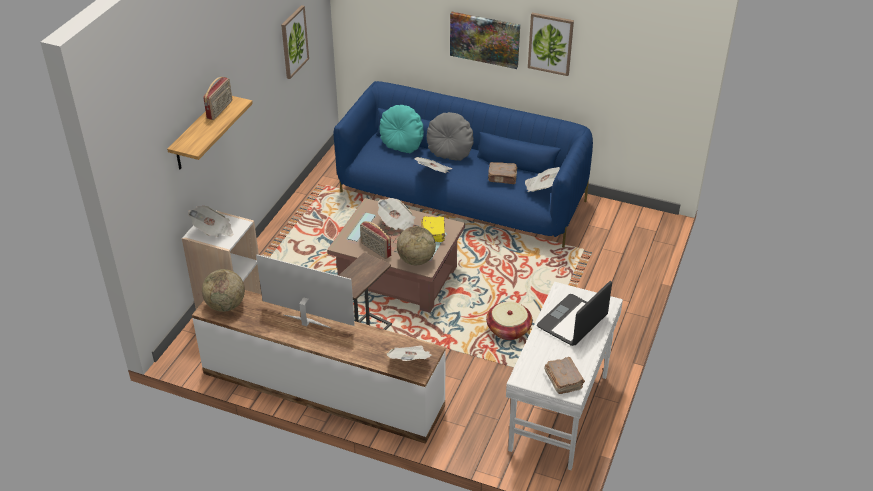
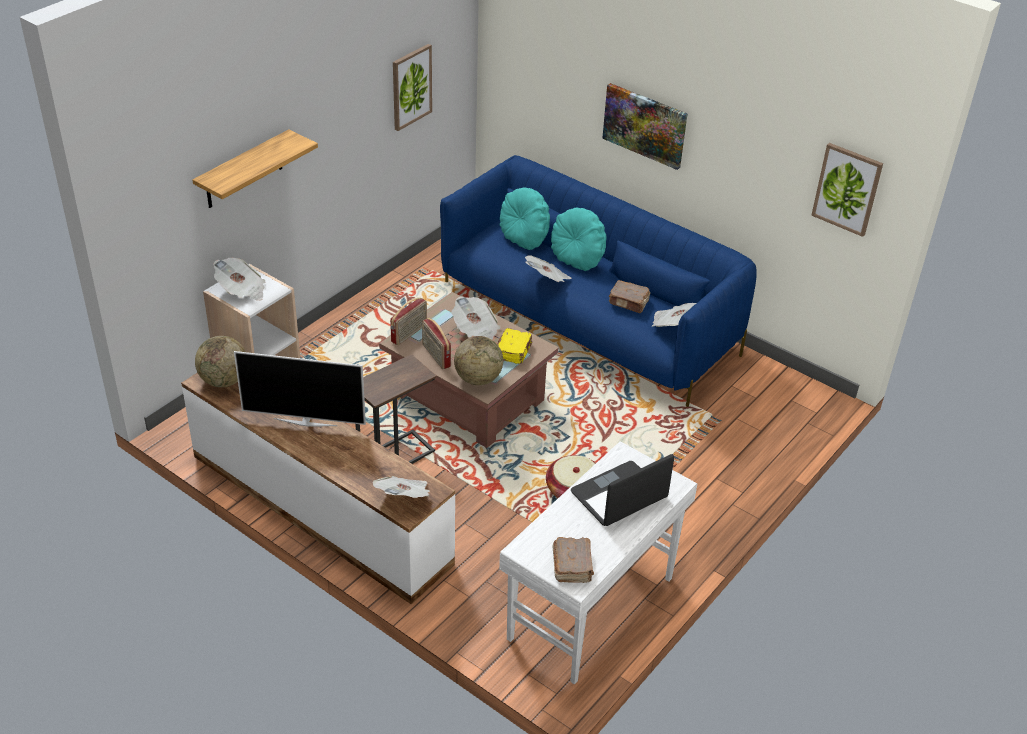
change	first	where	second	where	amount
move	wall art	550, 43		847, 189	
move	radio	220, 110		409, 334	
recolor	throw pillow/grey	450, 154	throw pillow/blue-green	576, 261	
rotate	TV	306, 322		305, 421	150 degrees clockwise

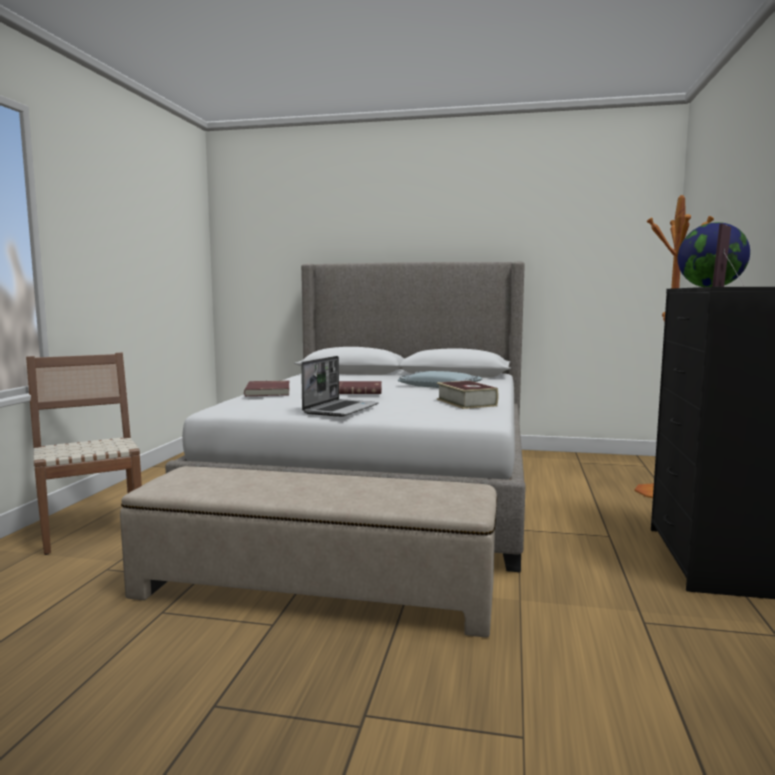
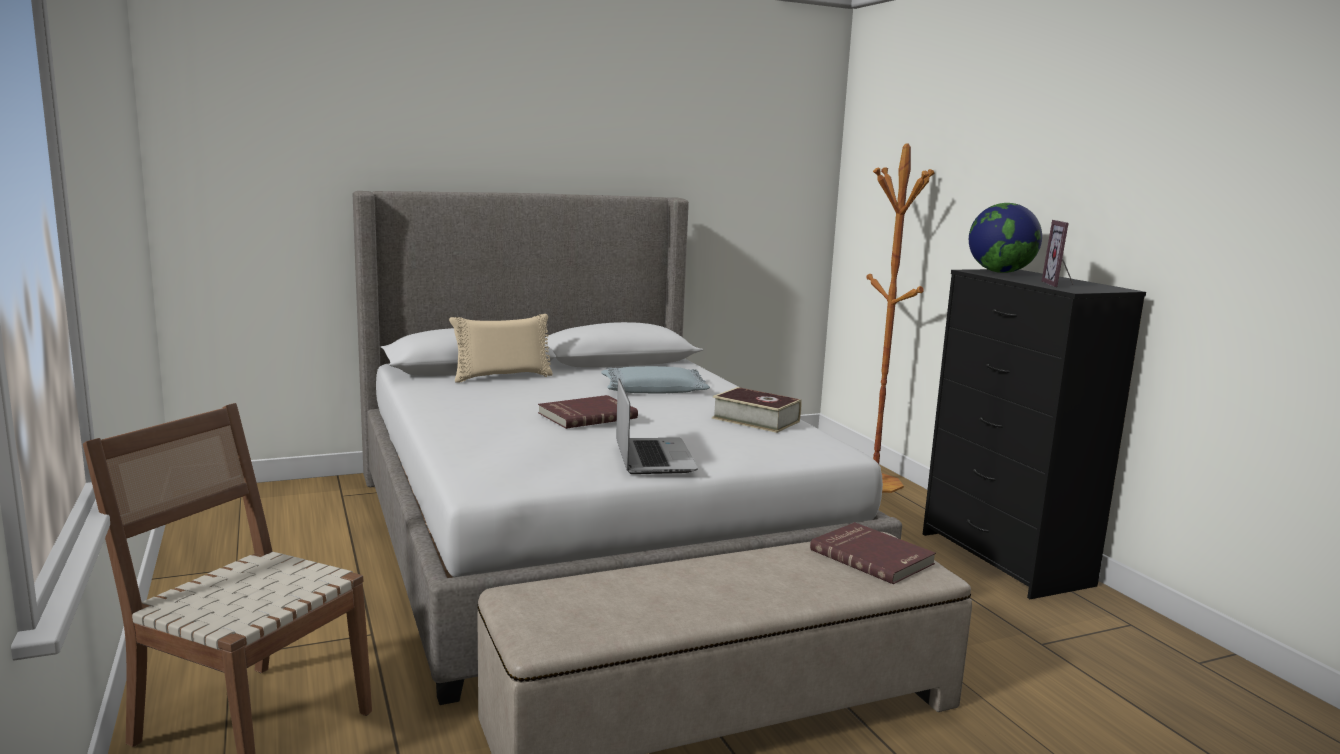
change	first	where	second	where	amount
move	book/red-coloured	269, 391		873, 556	
insert			throw pillow/beige	502, 377	

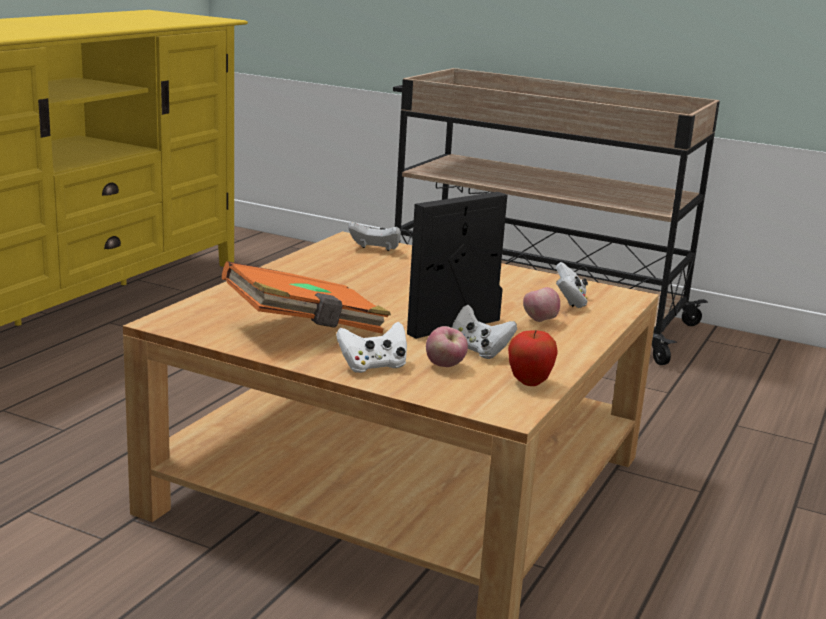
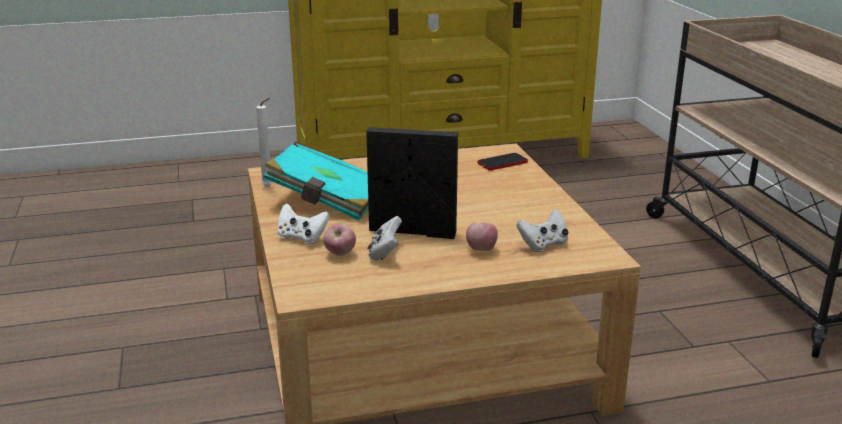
change	first	where	second	where	amount
replace	joypad/white-coloured	375, 249	phone	502, 163	
recolor	book/orange-coloured	306, 328	book/blue-green	326, 201	
delete	apple	529, 383			
insert			wax candle/white-coloured	269, 187	

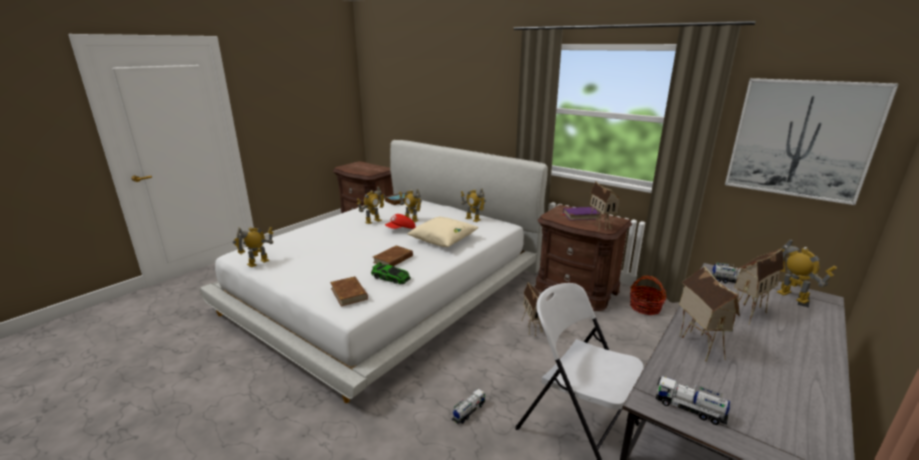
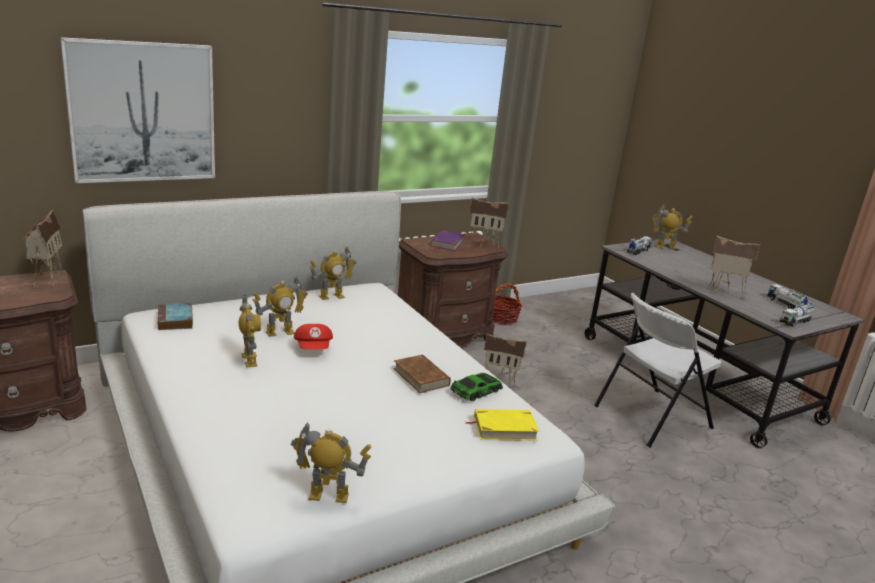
change	first	where	second	where	amount
move	wall art	801, 139		143, 112	
delete	throw pillow/beige	443, 240			
rotate	model robot	258, 263		328, 496	120 degrees clockwise
move	miniature house	746, 312		46, 278	
recolor	book/brown	349, 293	book/yellowish	504, 428	
move	toy truck	468, 412		785, 304	

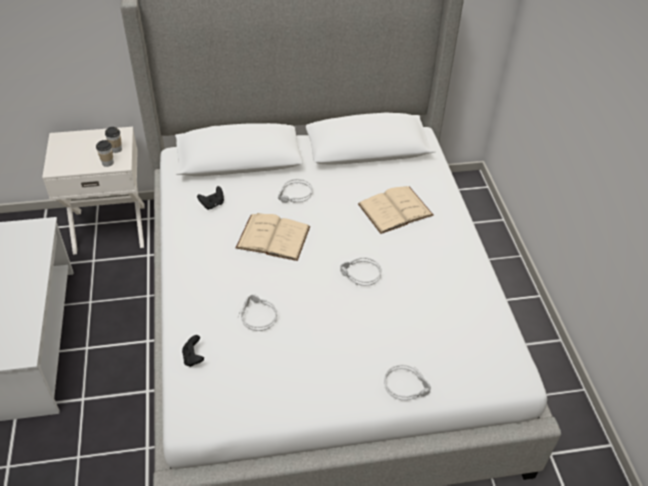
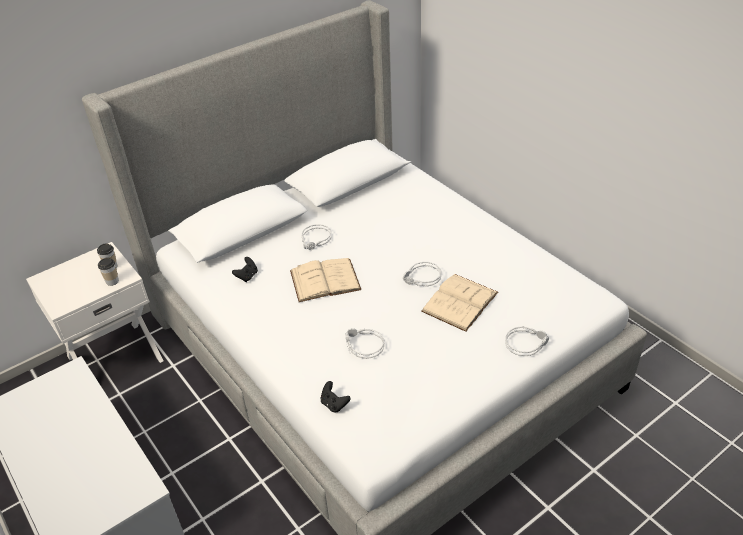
change	first	where	second	where	amount
move	book/beige	395, 209		460, 302	

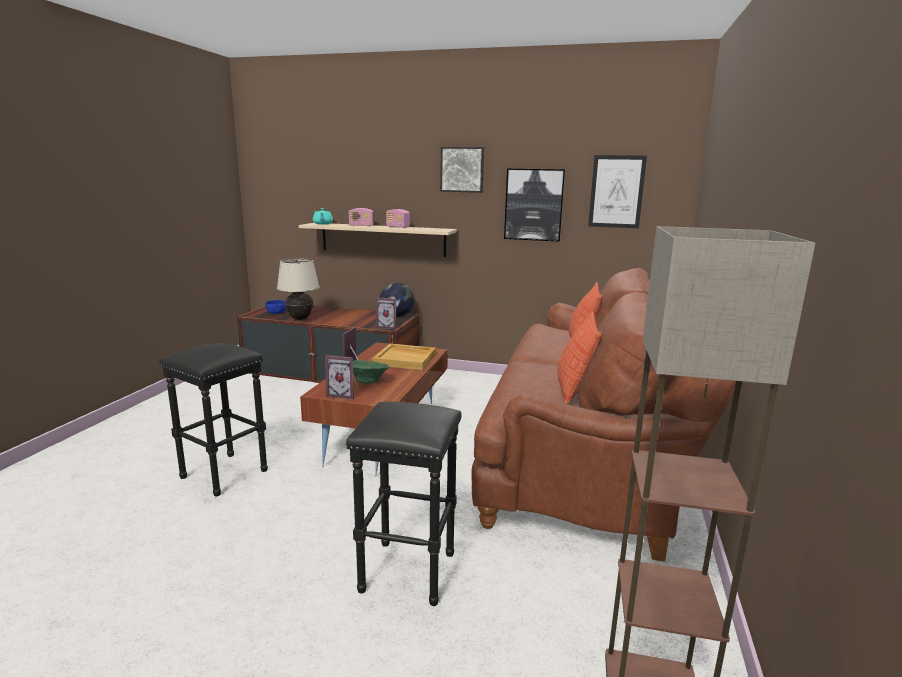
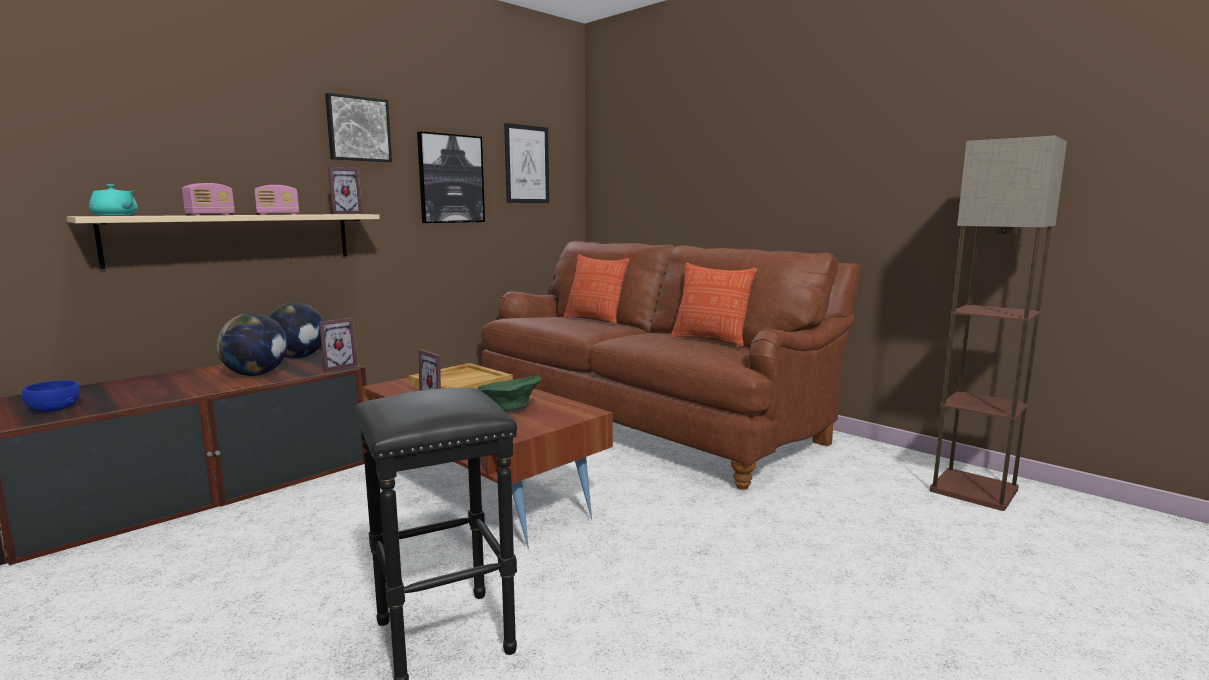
change	first	where	second	where	amount
delete	lamp for a table/beige	300, 318			
move	photo frame	343, 395		343, 214	
delete	stool/black-coloured	405, 572			
insert			world globe	256, 374	

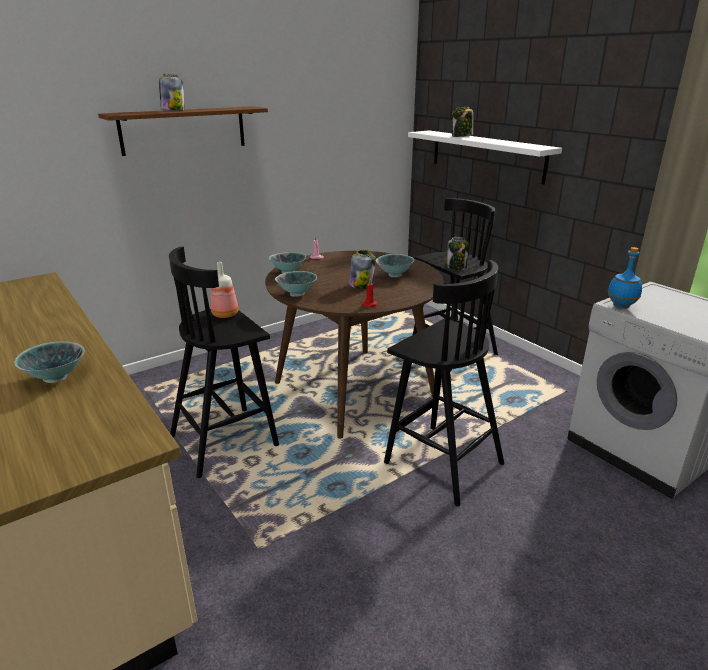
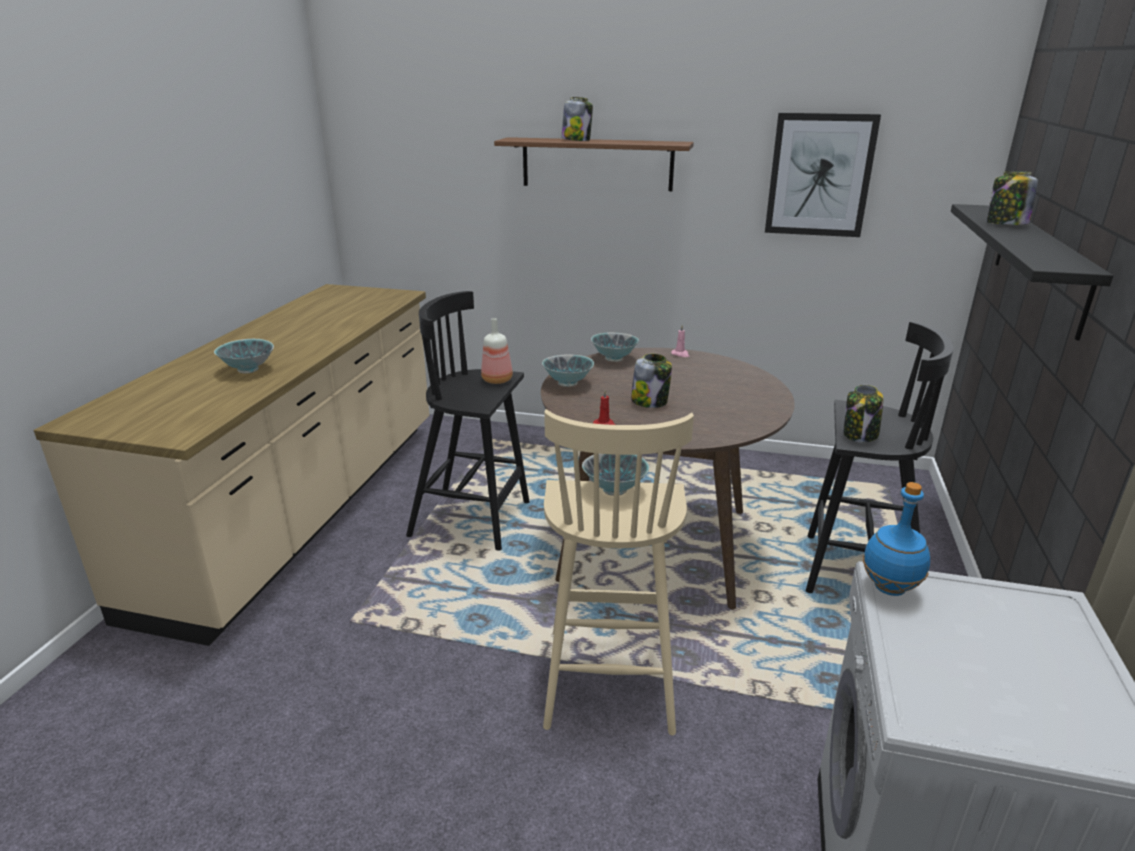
change	first	where	second	where	amount
recolor	bracket shelf/white-coloured	486, 155	bracket shelf/black-coloured	1040, 265	
move	deep dish	394, 275		615, 490	
recolor	stool/black-coloured	440, 461	stool/beige	609, 674	
insert			wall art	819, 175	

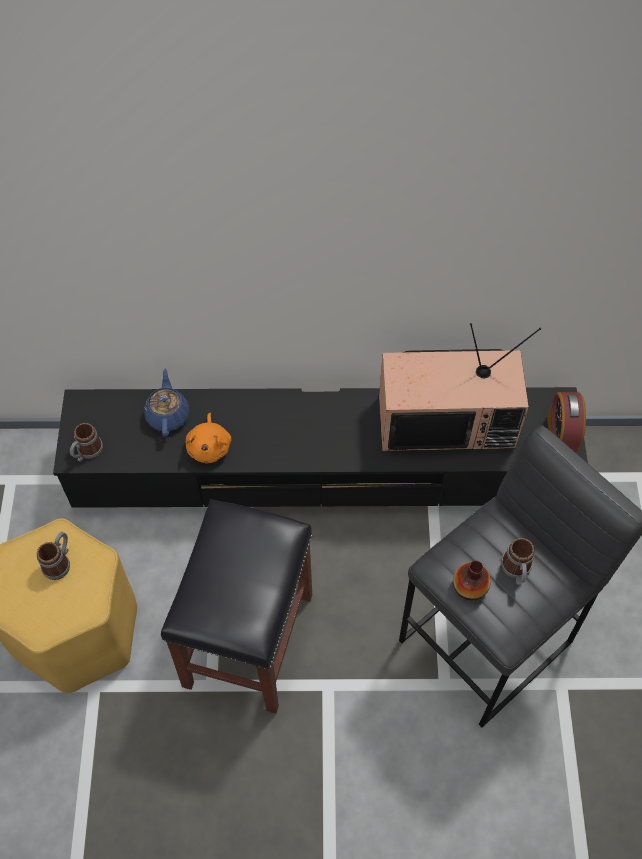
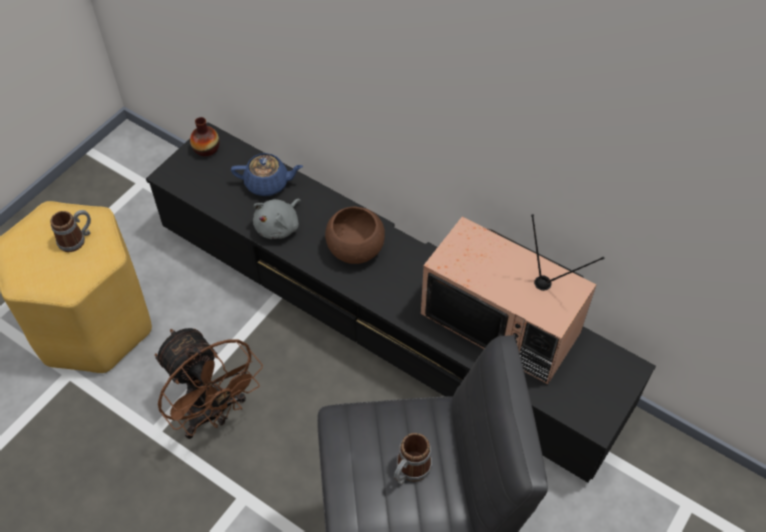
change	first	where	second	where	amount
rotate	teapot/blue-coloured	168, 415		268, 184	60 degrees clockwise
delete	bedside clock	560, 437			
recolor	plush toy/orange-coloured	209, 446	plush toy/grey	279, 227	
delete	mug	87, 452			
replace	stool/black-coloured	248, 638	fan/brown	213, 414	
move	flower vase	469, 587		206, 149	
insert			deep dish/brown	355, 249	

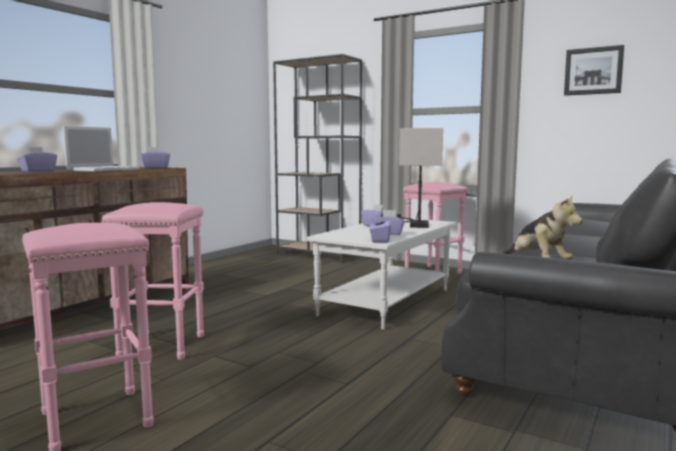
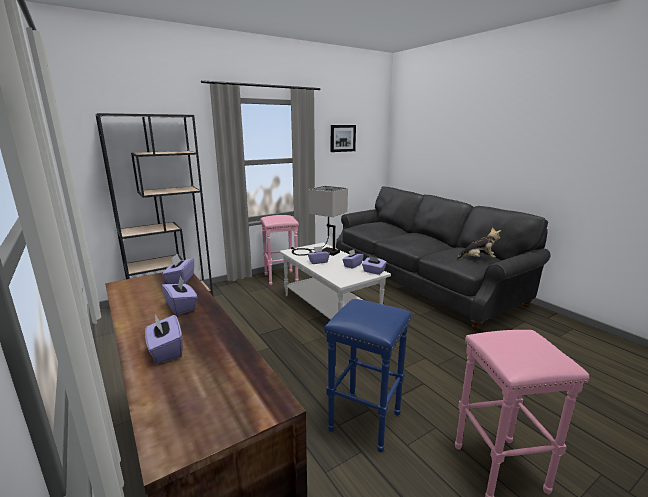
change	first	where	second	where	amount
replace	laptop	104, 169	tissue holder/purple	181, 307	
recolor	stool/pink	160, 346	stool/blue-coloured	365, 422	

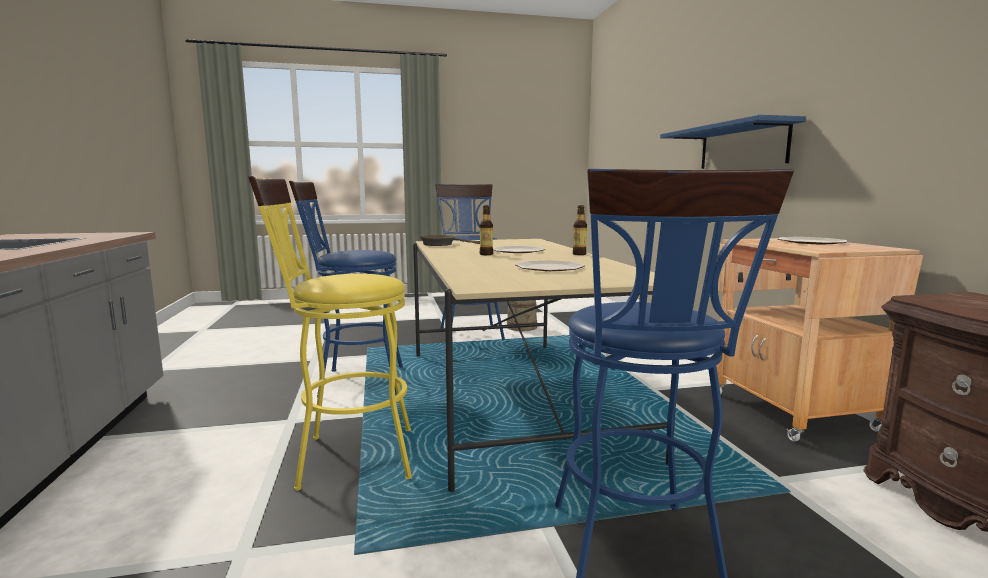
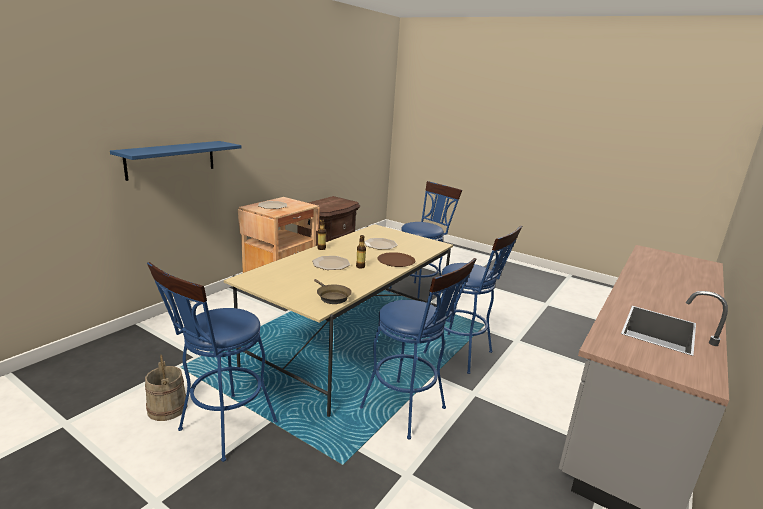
change	first	where	second	where	amount
recolor	stool/yellowish	346, 458	stool/blue-coloured	463, 354	
insert			flat dish/brown	396, 260	

